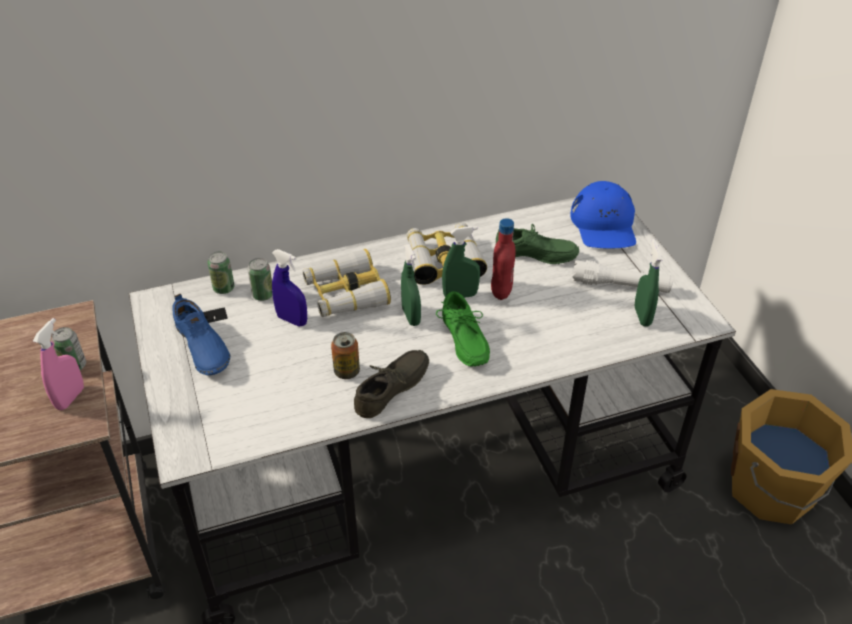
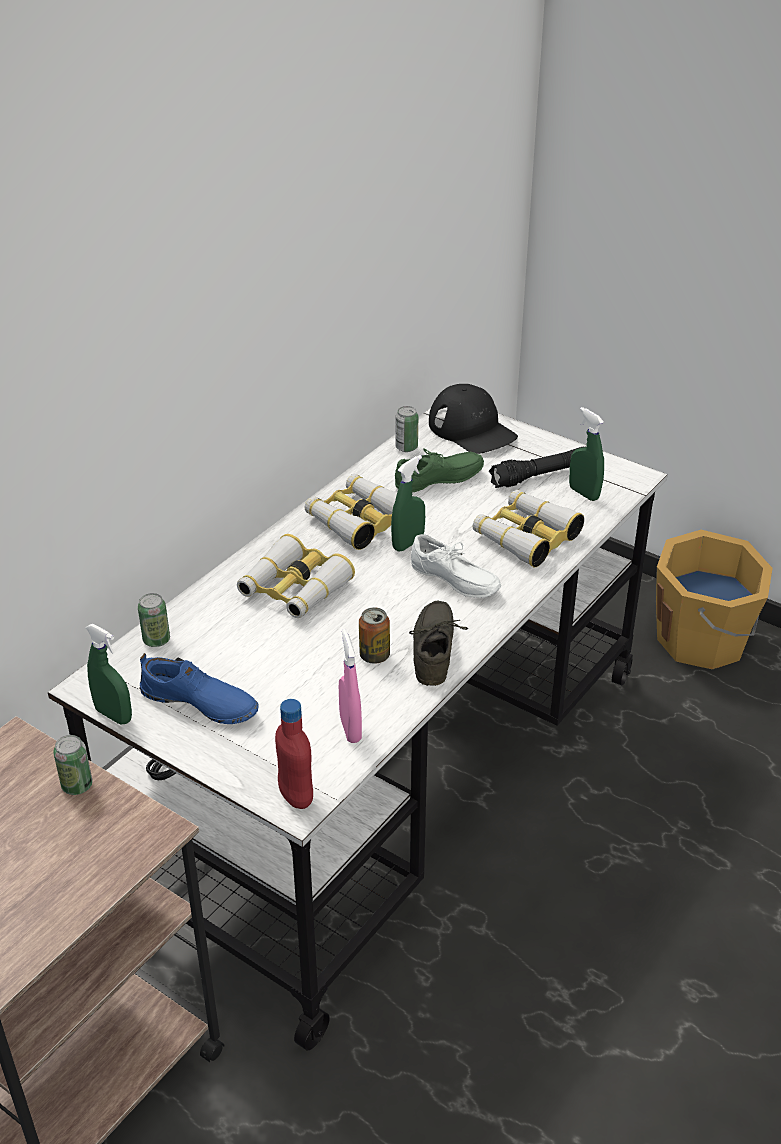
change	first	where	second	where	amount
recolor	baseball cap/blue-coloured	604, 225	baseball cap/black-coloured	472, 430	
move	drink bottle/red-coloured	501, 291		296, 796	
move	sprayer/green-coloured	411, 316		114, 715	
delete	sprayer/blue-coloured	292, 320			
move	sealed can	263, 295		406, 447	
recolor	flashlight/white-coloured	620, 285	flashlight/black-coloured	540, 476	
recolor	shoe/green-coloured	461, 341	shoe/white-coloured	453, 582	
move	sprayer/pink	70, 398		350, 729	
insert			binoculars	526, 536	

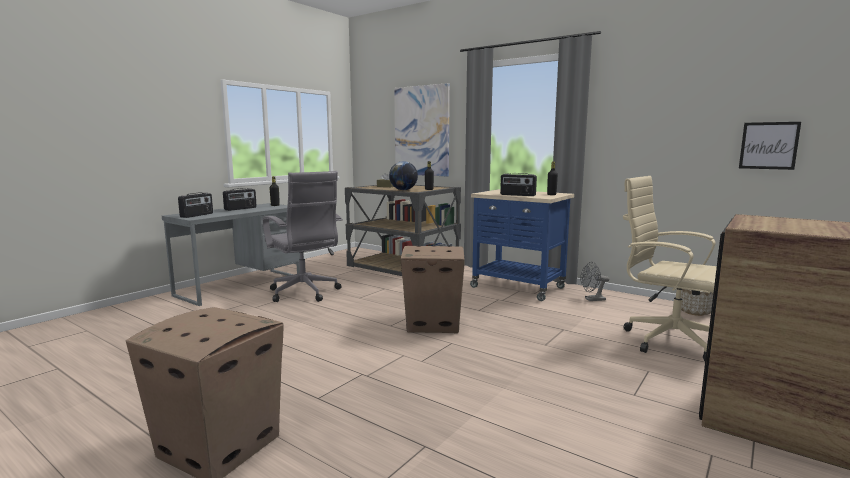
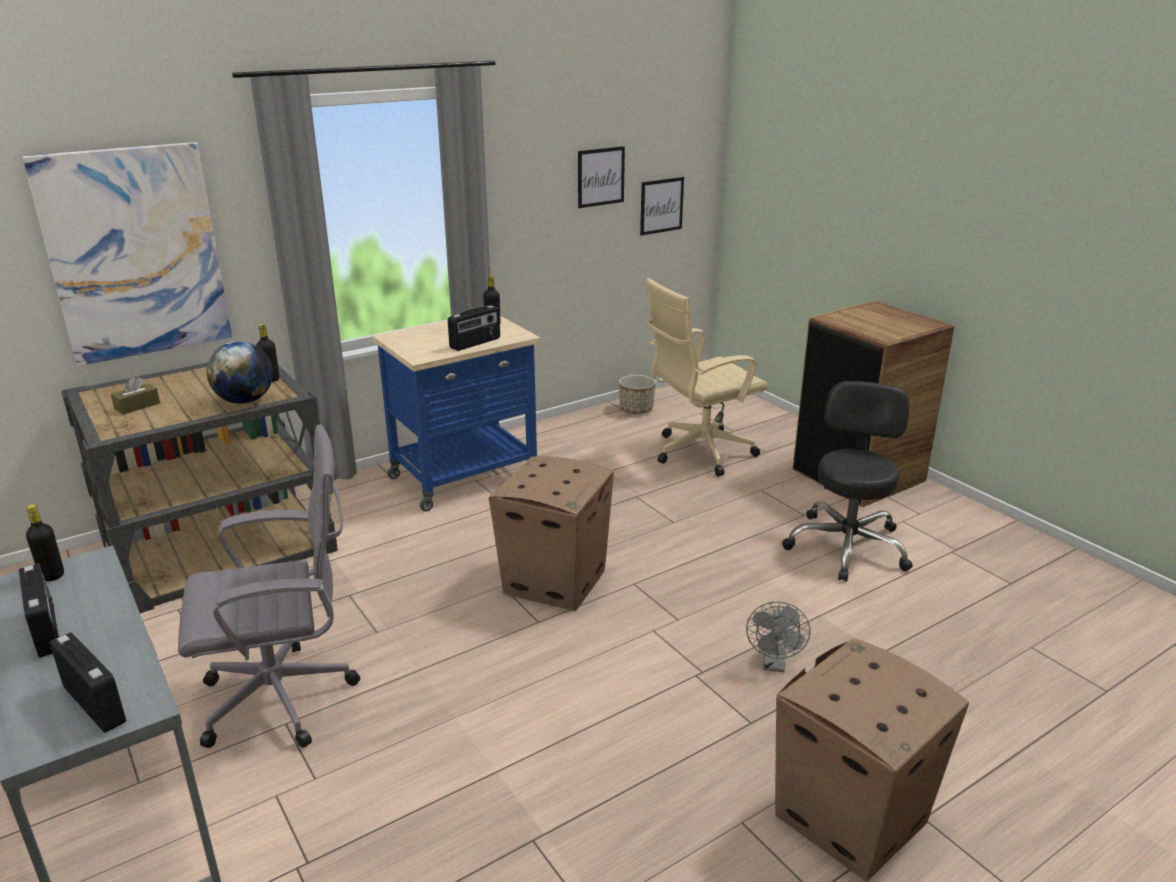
change	first	where	second	where	amount
move	fan/grey	592, 299		774, 664	
insert			wall art	600, 177	
insert			computer chair/black-coloured	847, 543	

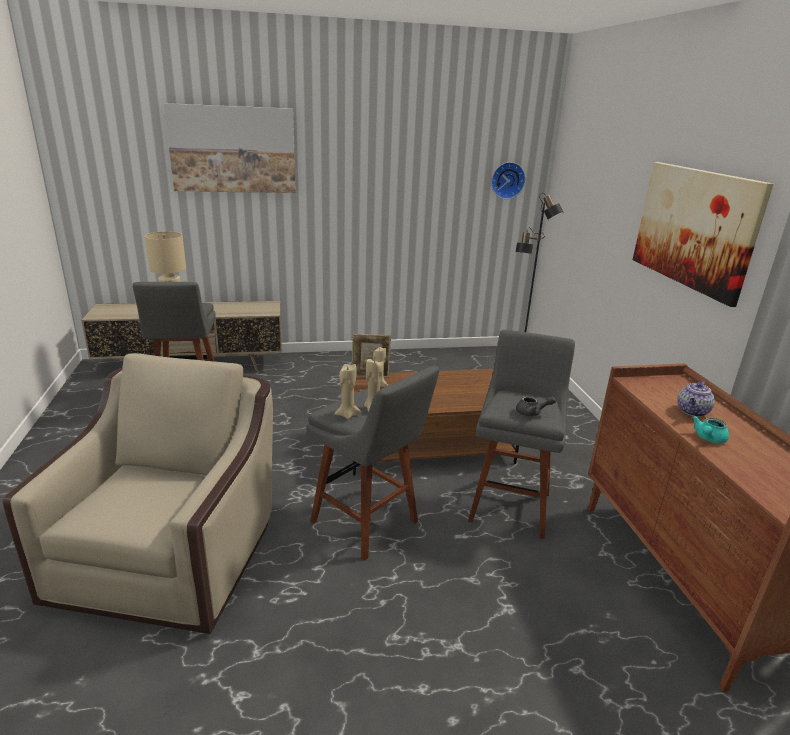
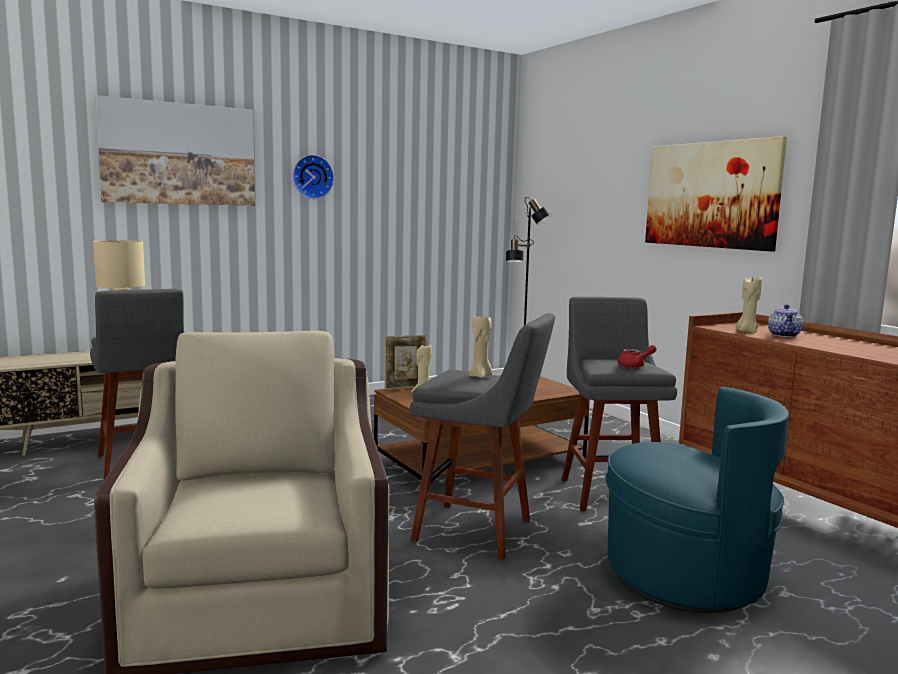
change	first	where	second	where	amount
move	hanging clock	507, 180		312, 177	
move	wax candle/beige	347, 414		746, 331	
recolor	teapot/grey	532, 413	teapot/red-coloured	635, 366	
delete	teapot/blue-green	708, 438			
insert			armchair/blue-green	683, 574	

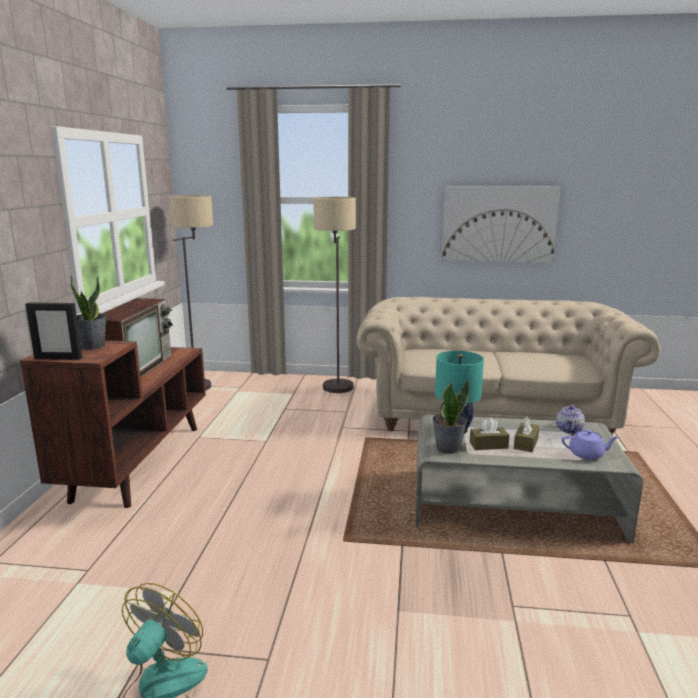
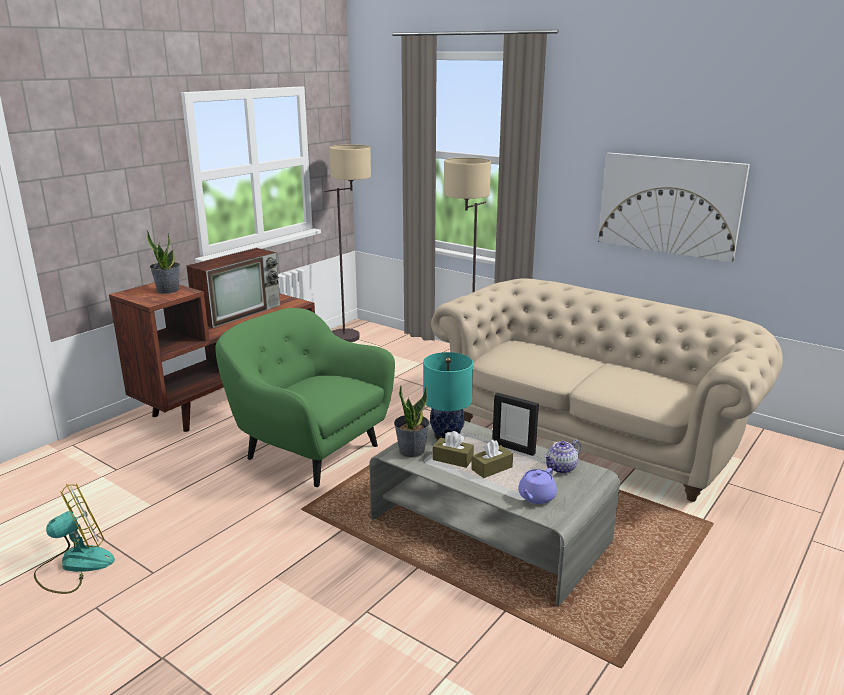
change	first	where	second	where	amount
move	photo frame	58, 358		514, 448	
rotate	teapot/purple	587, 454		536, 497	90 degrees clockwise
insert			armchair/green-coloured	310, 450	

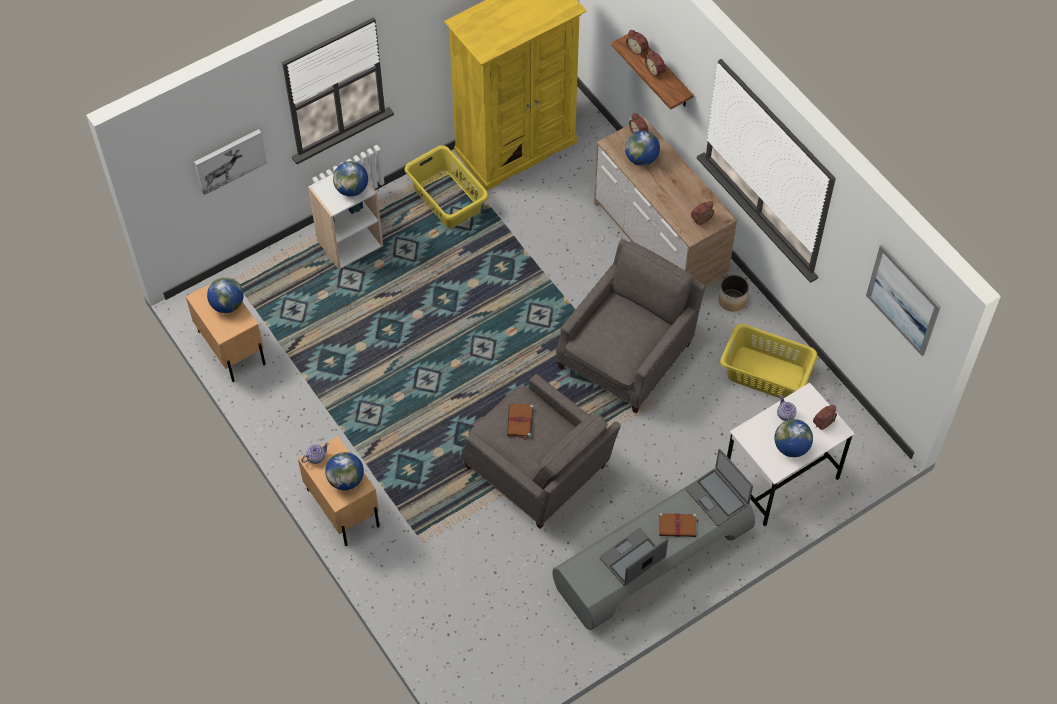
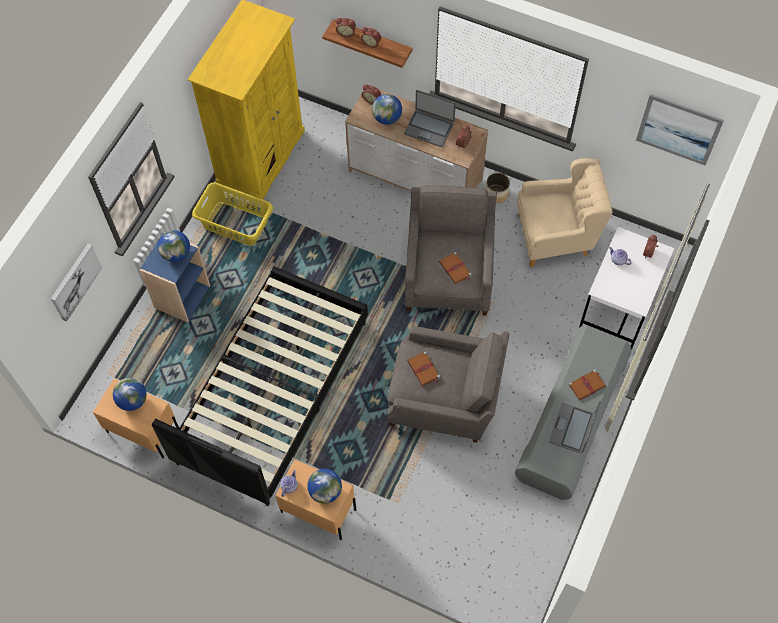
change	first	where	second	where	amount
recolor	bookcase/white-coloured	350, 242	bookcase/blue-coloured	182, 296	
replace	laundry basket/yellowish	765, 374	armchair/beige	556, 237	
delete	world globe	791, 447			
move	laptop	717, 497		429, 128	
insert			book/brown	455, 269	
insert			bedroom bed/black-coloured	273, 392	

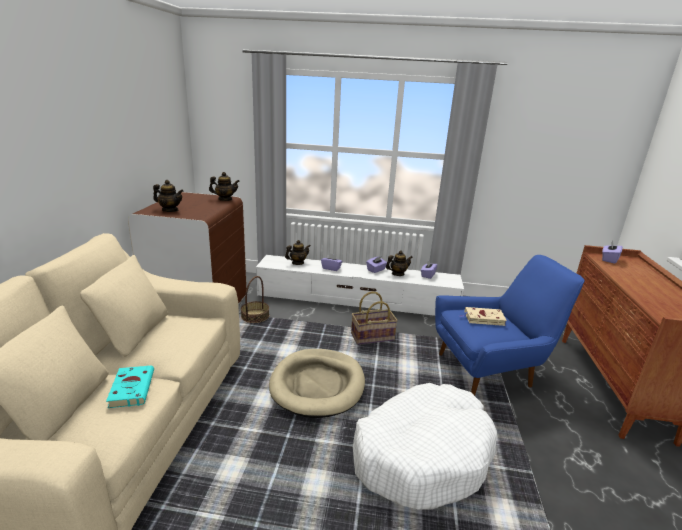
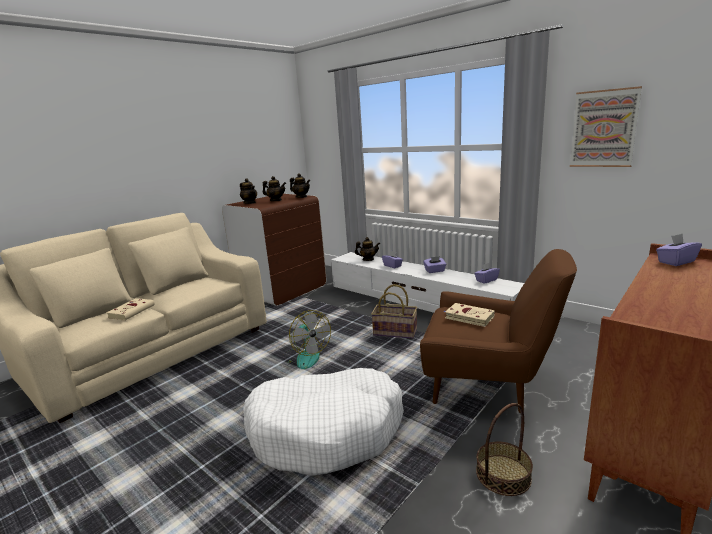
change	first	where	second	where	amount
move	teapot	397, 274		276, 200	
recolor	armchair/blue-coloured	490, 371	armchair/brown	487, 386	
move	storage basket	255, 316		503, 475	
replace	pet bed/beige	318, 385	fan	304, 357	
recolor	book/blue-green	132, 388	book/beige	132, 311	
insert			wall art	603, 129	

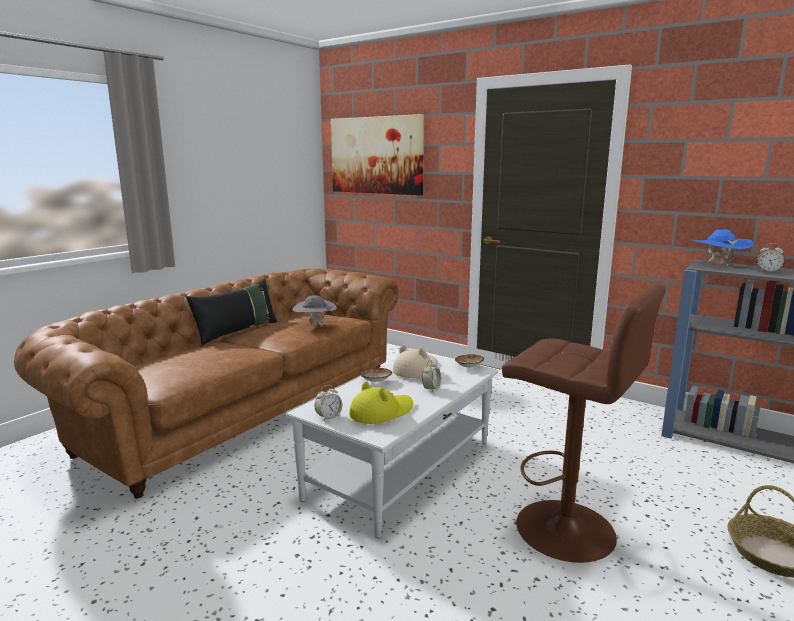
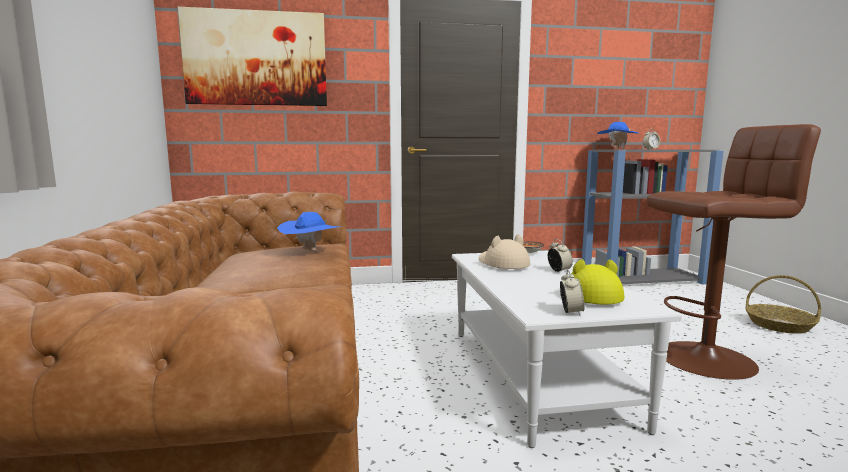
change	first	where	second	where	amount
delete	throw pillow/black-coloured	237, 332			
recolor	clothing hat/grey	315, 325	clothing hat/blue-coloured	311, 252	
delete	deep dish	375, 381			

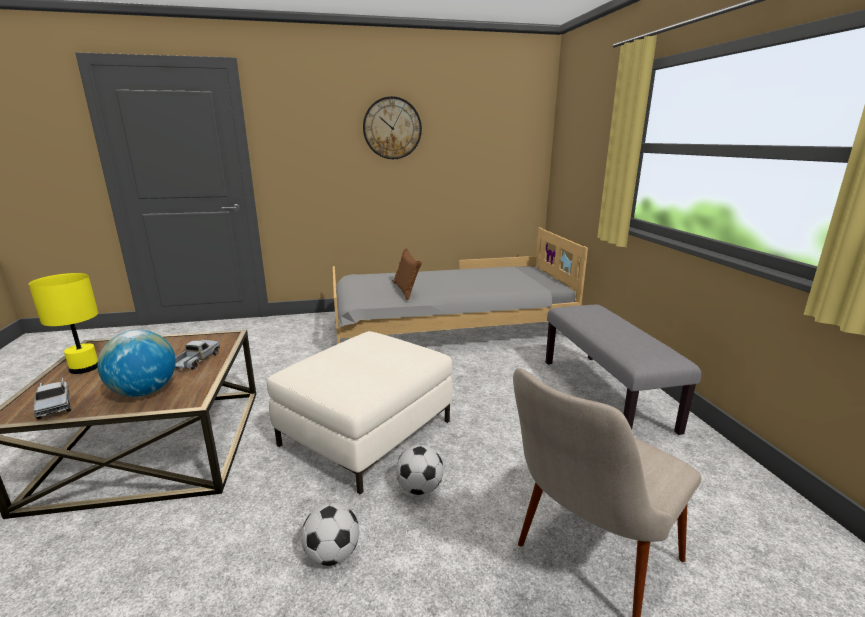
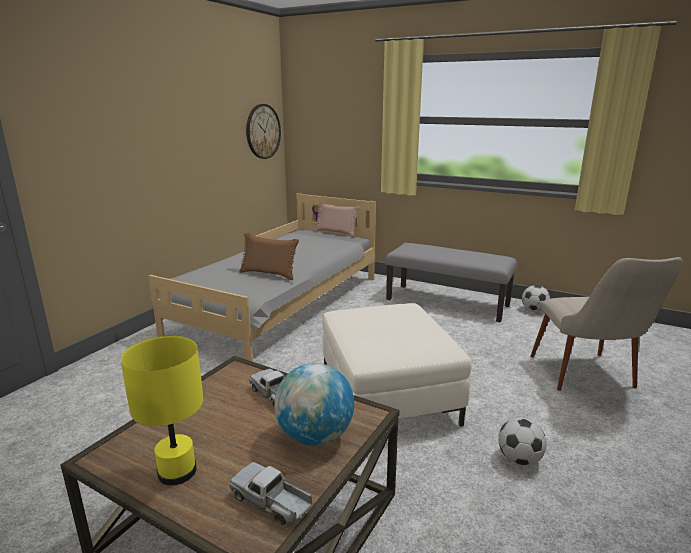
change	first	where	second	where	amount
move	hanging clock	392, 128		263, 131	
rotate	toy truck	55, 405		271, 501	150 degrees counterclockwise
move	football ball	420, 488		534, 310	
insert			throw pillow/beige	335, 233	

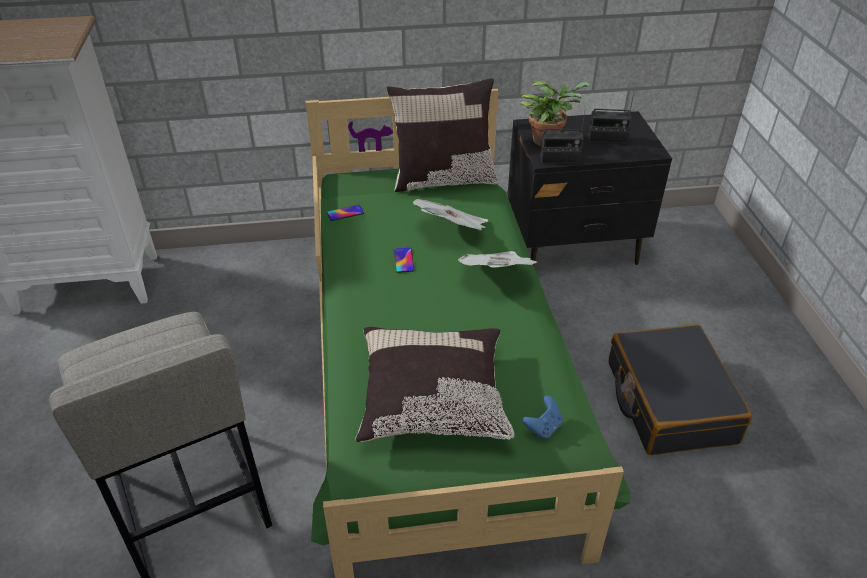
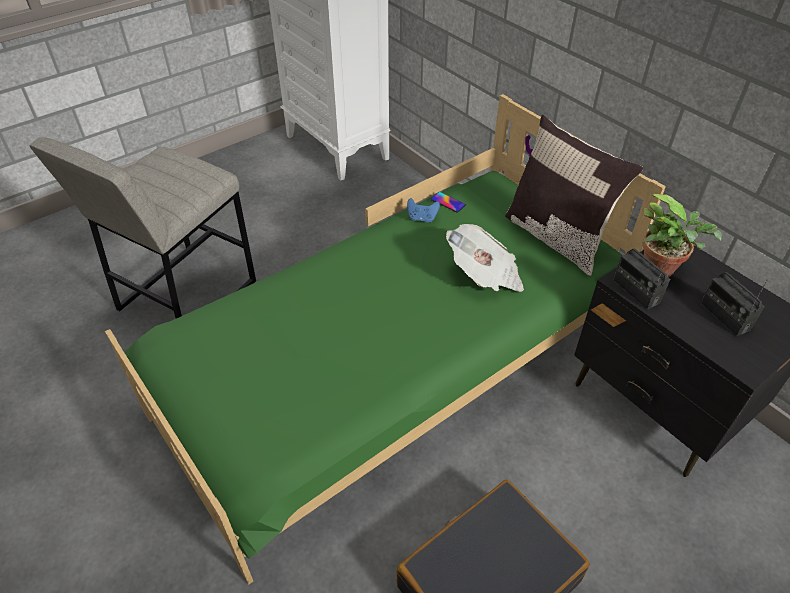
change	first	where	second	where	amount
delete	phone	403, 260			
delete	printed paper	497, 276			
delete	throw pillow	433, 398			
move	joypad/blue-coloured	543, 427		422, 218	

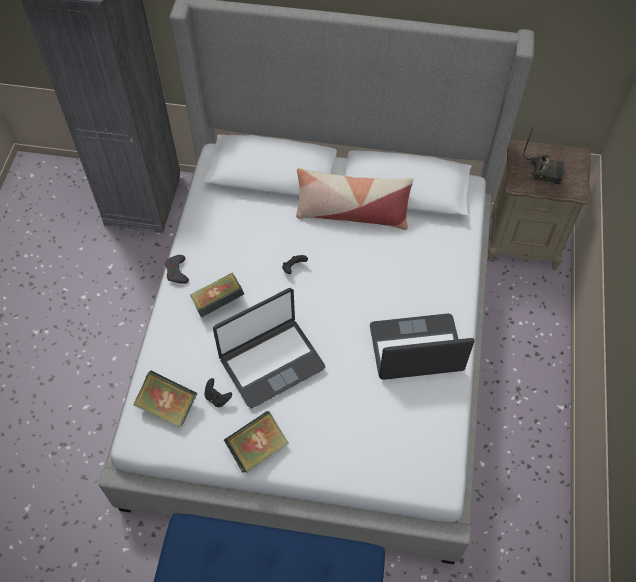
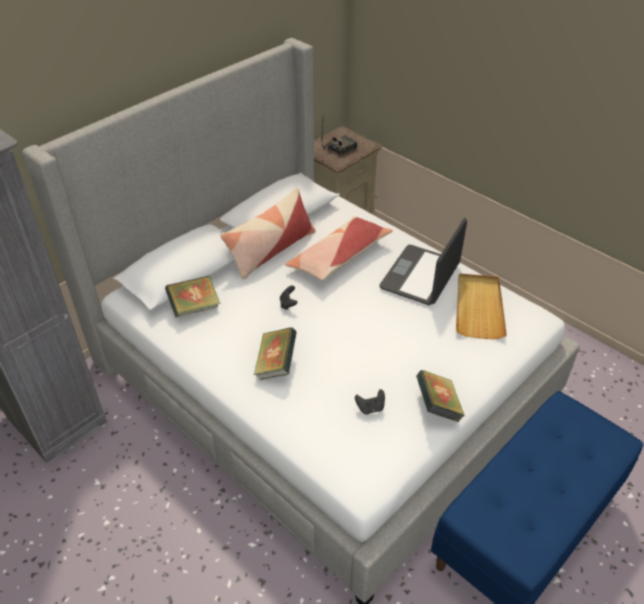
change	first	where	second	where	amount
delete	joypad/grey	177, 272			
delete	laptop	271, 362			
move	book	168, 406		195, 307	
insert			throw pillow	339, 257	
insert			carrying tray/beige	478, 307	

